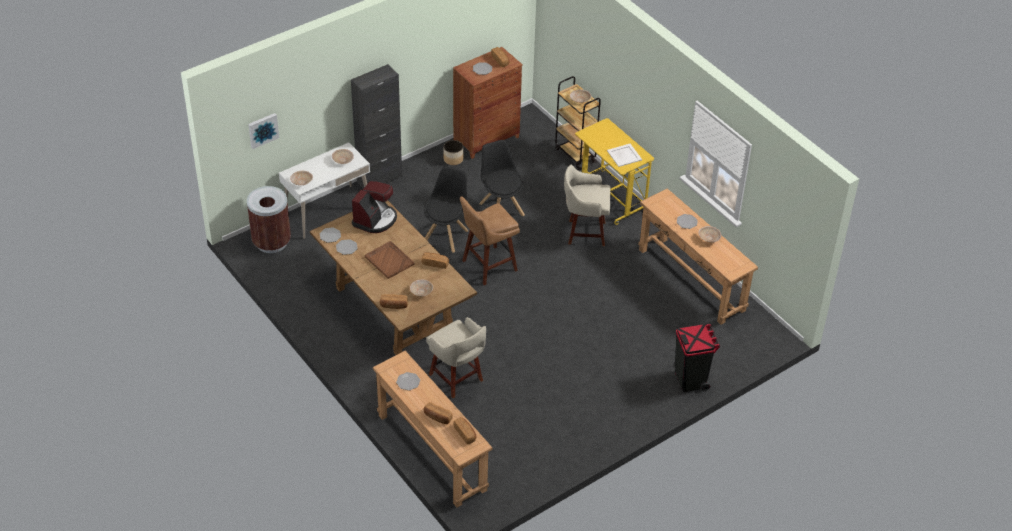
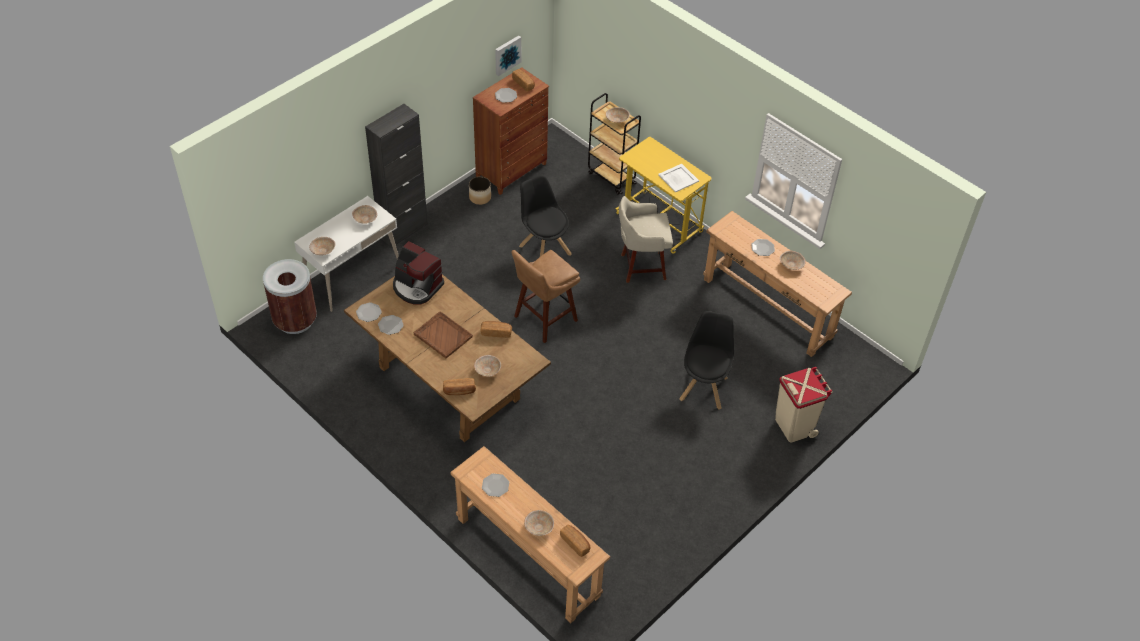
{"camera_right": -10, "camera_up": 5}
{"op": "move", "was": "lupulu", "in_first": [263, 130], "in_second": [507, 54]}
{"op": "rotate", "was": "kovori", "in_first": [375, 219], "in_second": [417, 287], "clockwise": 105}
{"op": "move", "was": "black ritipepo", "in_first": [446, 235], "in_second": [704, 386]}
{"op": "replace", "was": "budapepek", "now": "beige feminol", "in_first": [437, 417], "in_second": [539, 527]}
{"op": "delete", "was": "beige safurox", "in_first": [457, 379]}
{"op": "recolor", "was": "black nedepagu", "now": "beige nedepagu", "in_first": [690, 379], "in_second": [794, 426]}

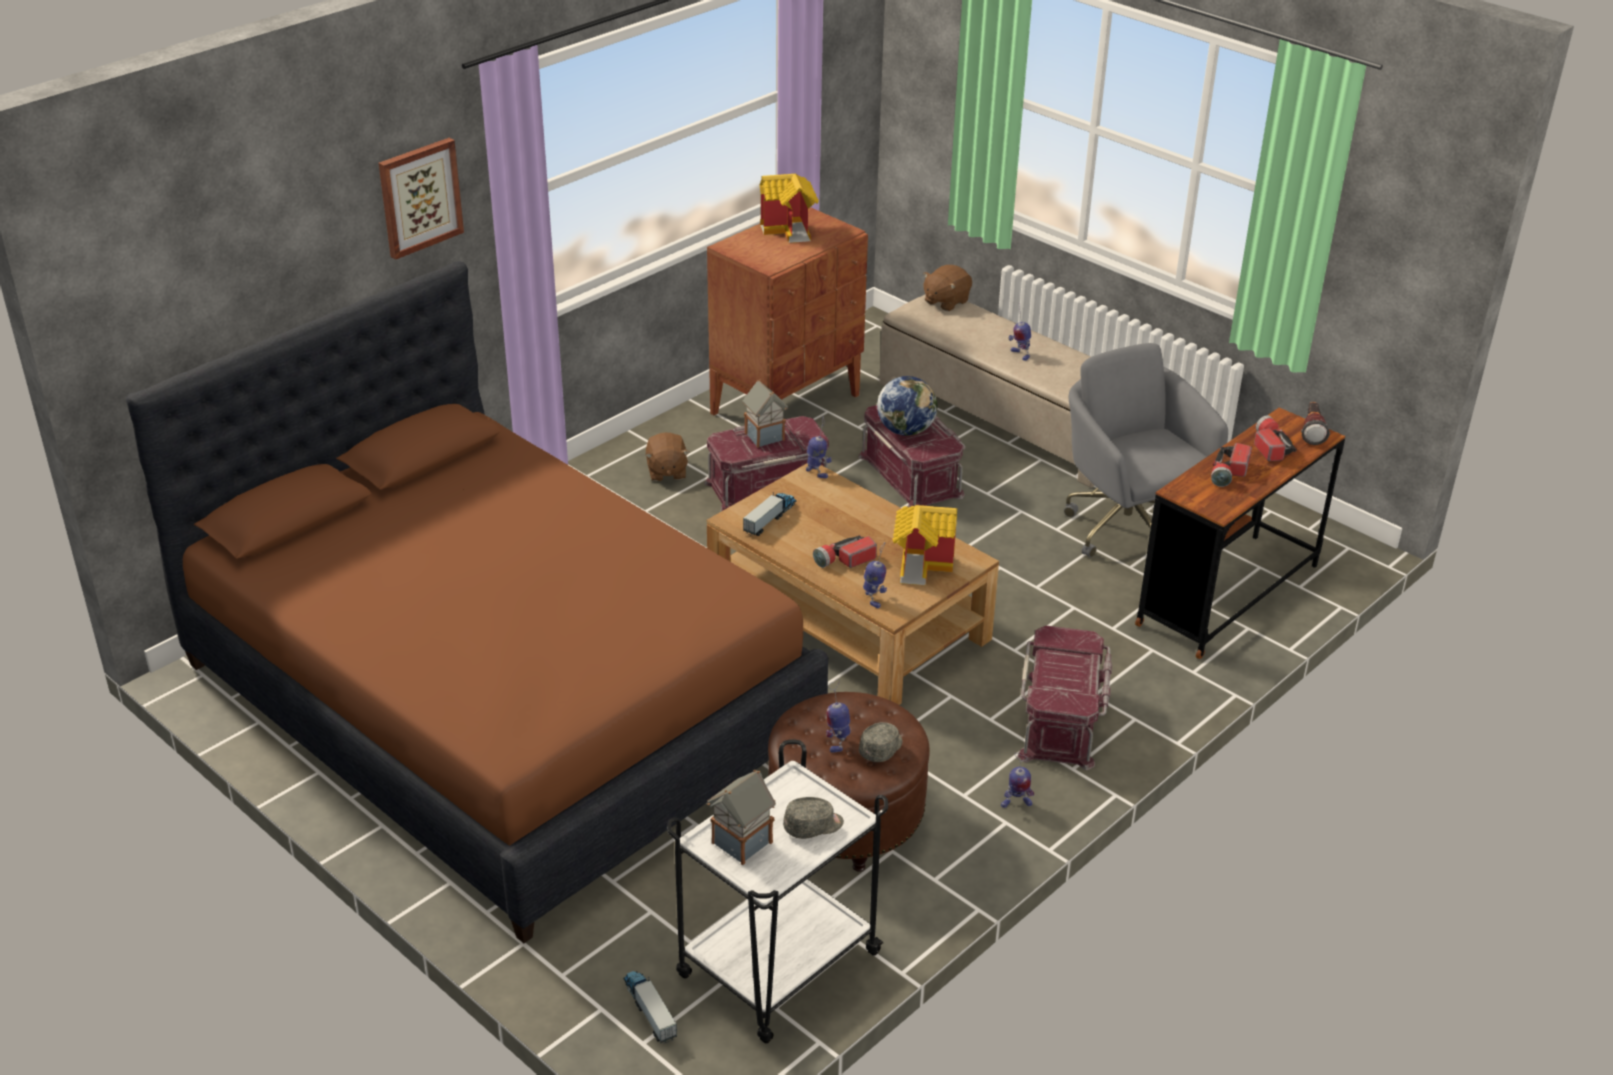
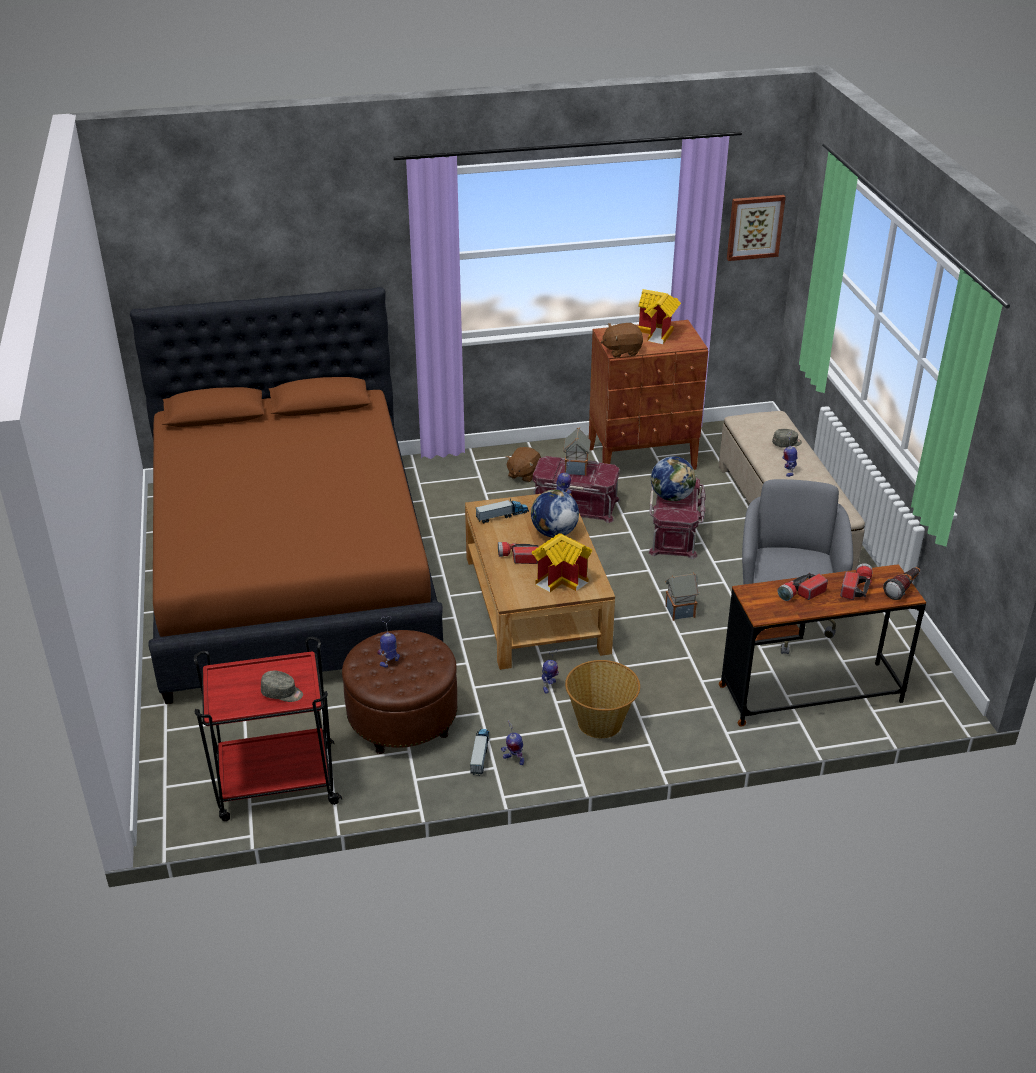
{"camera_right": 35, "camera_up": 0}
{"op": "move", "was": "lupulu", "in_first": [419, 197], "in_second": [754, 227]}
{"op": "move", "was": "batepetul", "in_first": [649, 1010], "in_second": [480, 754]}
{"op": "recolor", "was": "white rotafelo", "now": "red rotafelo", "in_first": [777, 966], "in_second": [275, 782]}
{"op": "move", "was": "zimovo", "in_first": [741, 844], "in_second": [679, 612]}
{"op": "move", "was": "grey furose", "in_first": [882, 748], "in_second": [787, 443]}
{"op": "move", "was": "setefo", "in_first": [874, 599], "in_second": [549, 686]}
{"op": "move", "was": "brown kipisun", "in_first": [945, 301], "in_second": [622, 351]}
{"op": "replace", "was": "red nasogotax", "now": "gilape", "in_first": [1061, 720], "in_second": [600, 723]}
{"op": "insert", "now": "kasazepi", "in_second": [554, 533]}

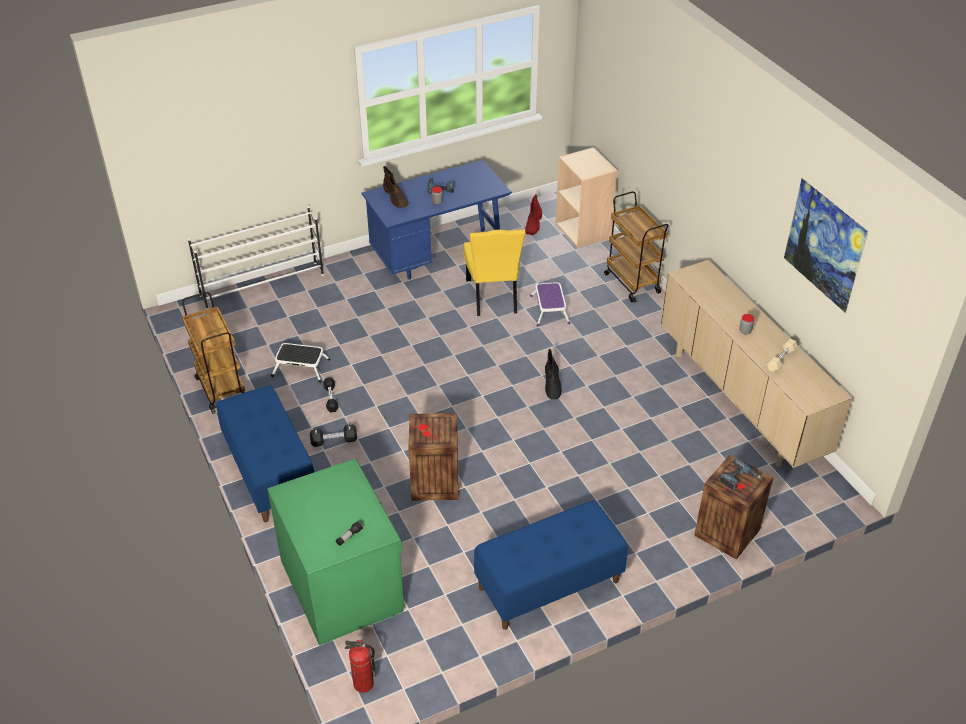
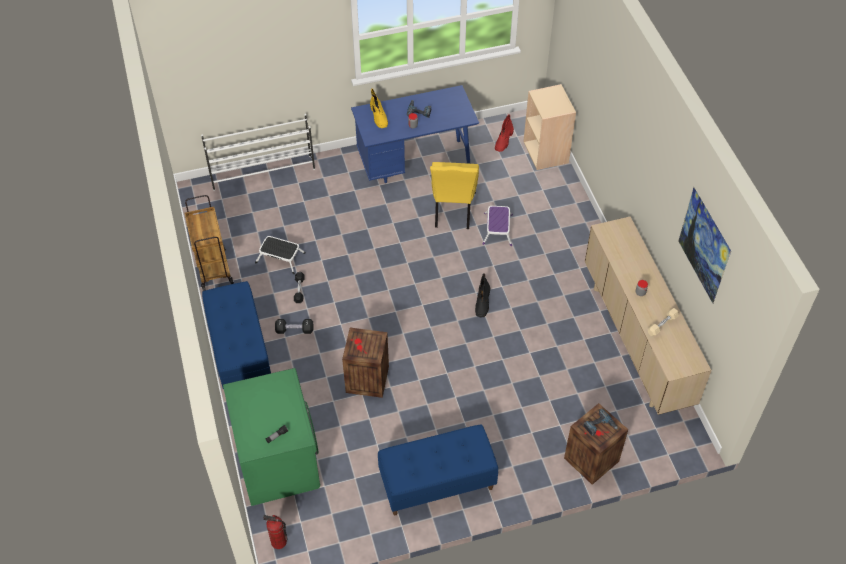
{"camera_right": 10, "camera_up": 10}
{"op": "recolor", "was": "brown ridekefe", "now": "yellow ridekefe", "in_first": [396, 198], "in_second": [379, 117]}
{"op": "delete", "was": "brown rotafelo", "in_first": [632, 283]}

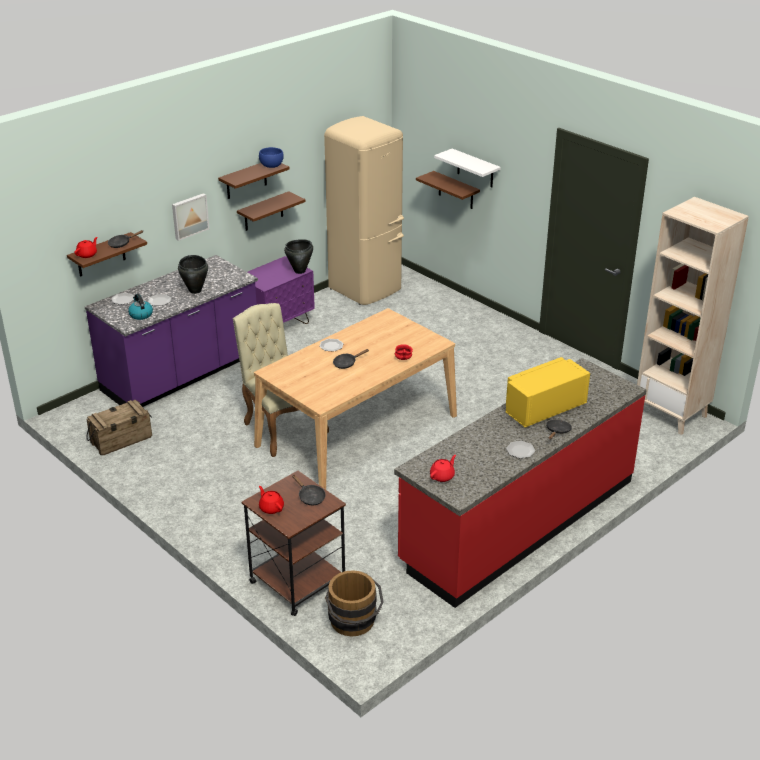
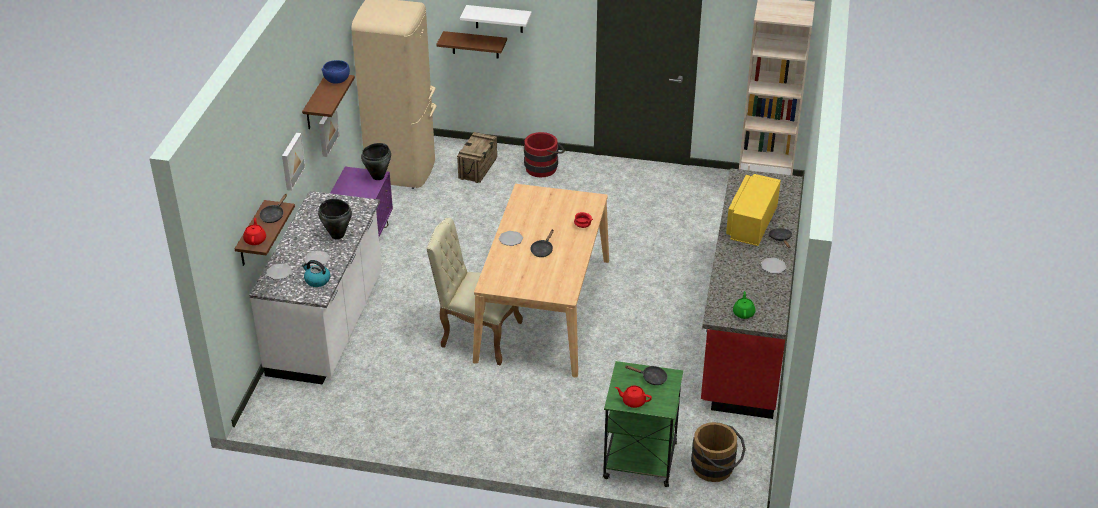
{"camera_right": -35, "camera_up": 5}
{"op": "recolor", "was": "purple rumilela", "now": "white rumilela", "in_first": [182, 374], "in_second": [327, 325]}
{"op": "move", "was": "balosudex", "in_first": [121, 440], "in_second": [478, 168]}
{"op": "replace", "was": "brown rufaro", "now": "lupulu", "in_first": [263, 212], "in_second": [327, 129]}
{"op": "recolor", "was": "brown rotafelo", "now": "green rotafelo", "in_first": [297, 581], "in_second": [639, 459]}
{"op": "recolor", "was": "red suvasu", "now": "green suvasu", "in_first": [442, 476], "in_second": [743, 313]}
{"op": "insert", "now": "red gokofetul", "in_second": [543, 167]}

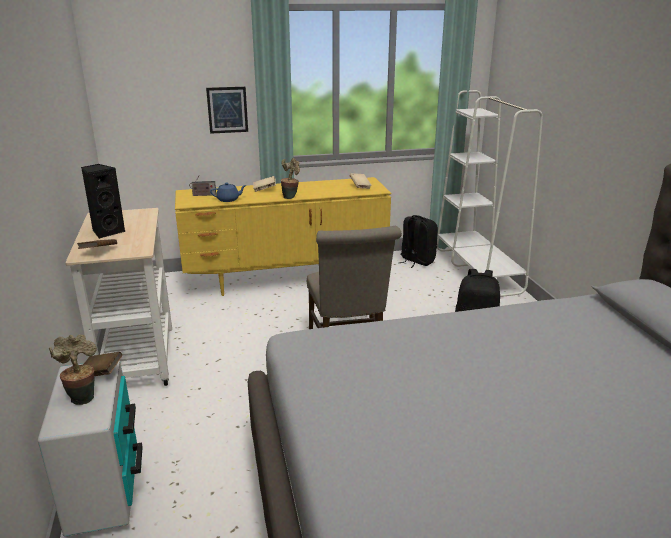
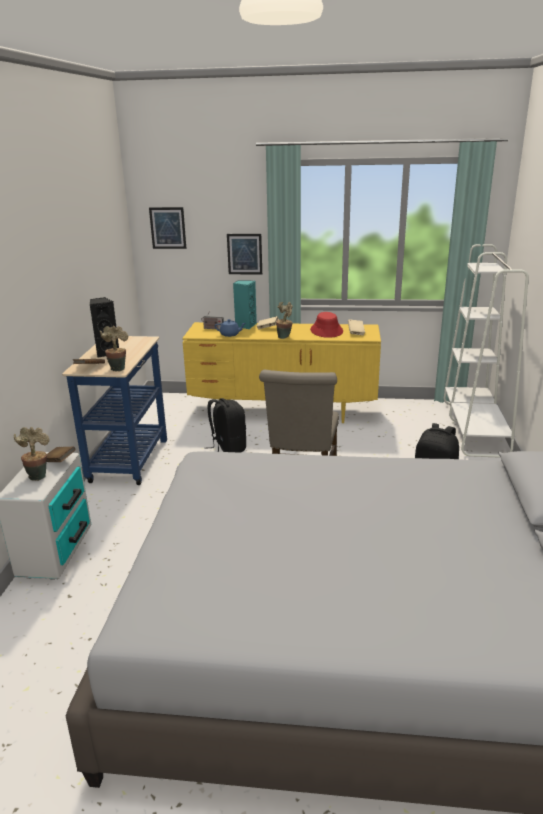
{"camera_right": 20, "camera_up": 0}
{"op": "recolor", "was": "white rotafelo", "now": "blue rotafelo", "in_first": [138, 358], "in_second": [129, 460]}
{"op": "move", "was": "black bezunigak", "in_first": [416, 261], "in_second": [227, 448]}
{"op": "insert", "now": "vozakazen", "in_second": [117, 368]}
{"op": "insert", "now": "lupulu", "in_second": [168, 228]}
{"op": "insert", "now": "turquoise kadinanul", "in_second": [245, 325]}
{"op": "insert", "now": "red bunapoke", "in_second": [326, 331]}

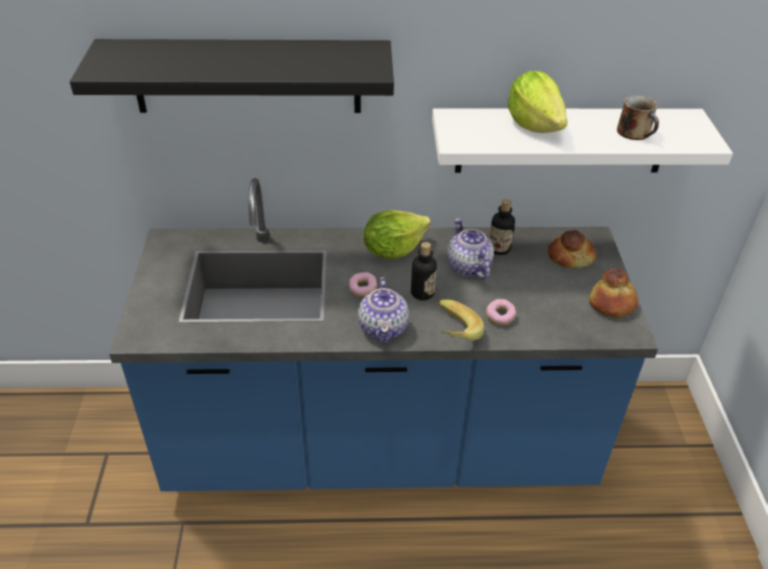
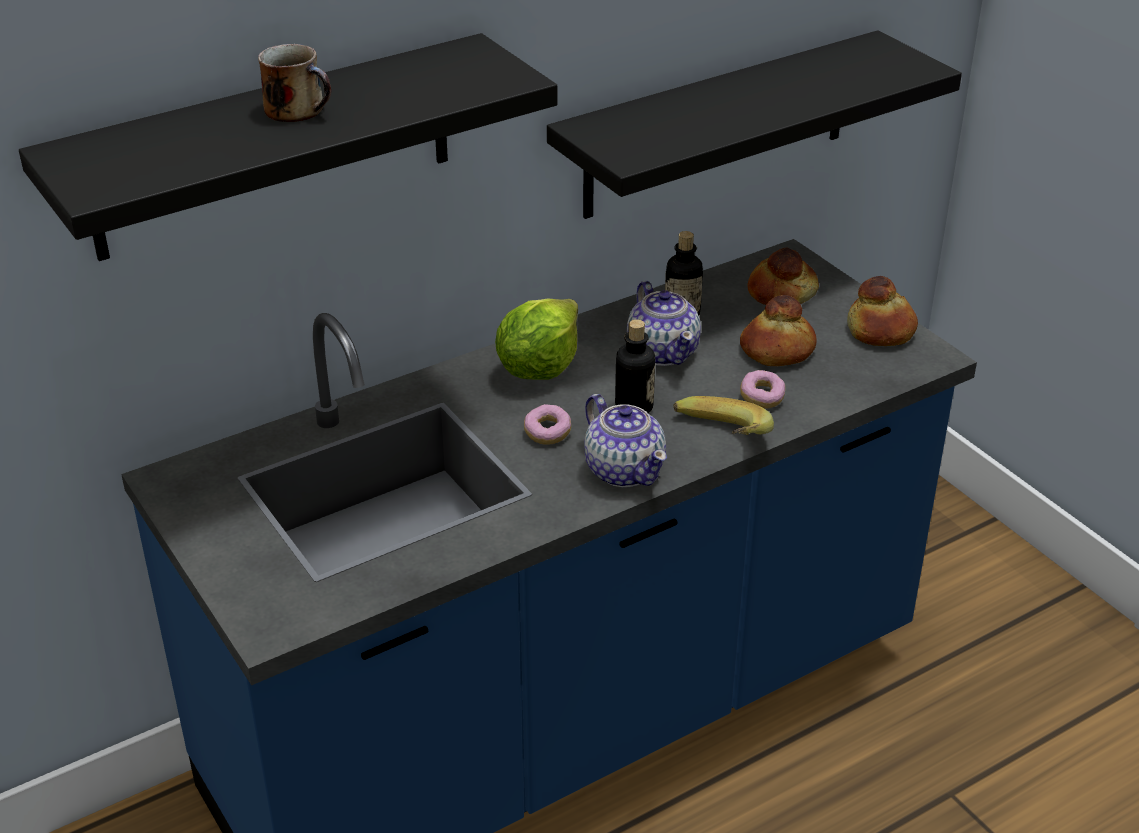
{"camera_right": -30, "camera_up": -5}
{"op": "recolor", "was": "white rufaro", "now": "black rufaro", "in_first": [562, 140], "in_second": [718, 125]}
{"op": "rotate", "was": "suvasu", "in_first": [468, 267], "in_second": [663, 351], "clockwise": -150}
{"op": "delete", "was": "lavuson", "in_first": [534, 125]}
{"op": "move", "was": "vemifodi", "in_first": [635, 132], "in_second": [297, 109]}
{"op": "insert", "now": "budapepek", "in_second": [777, 351]}

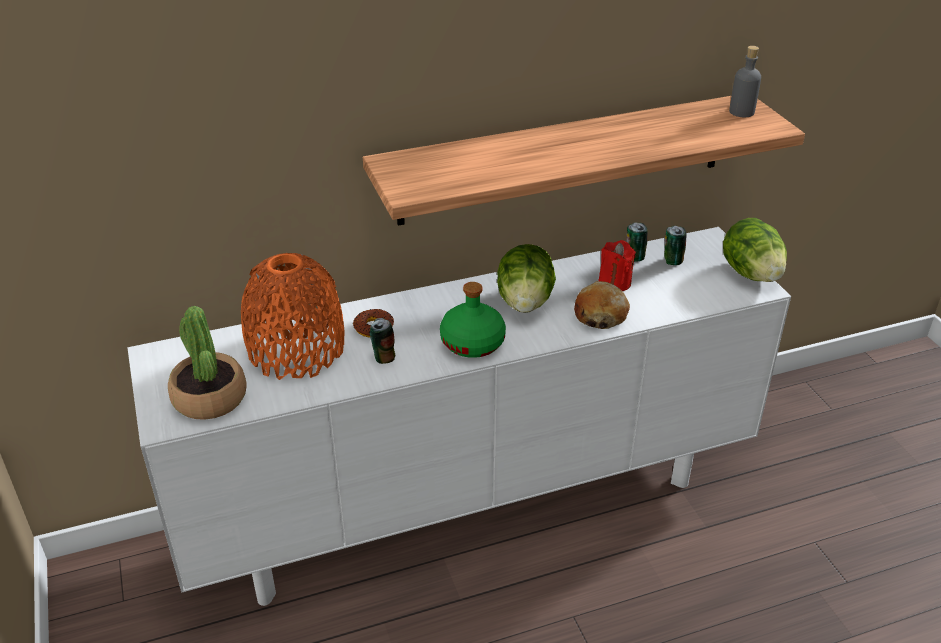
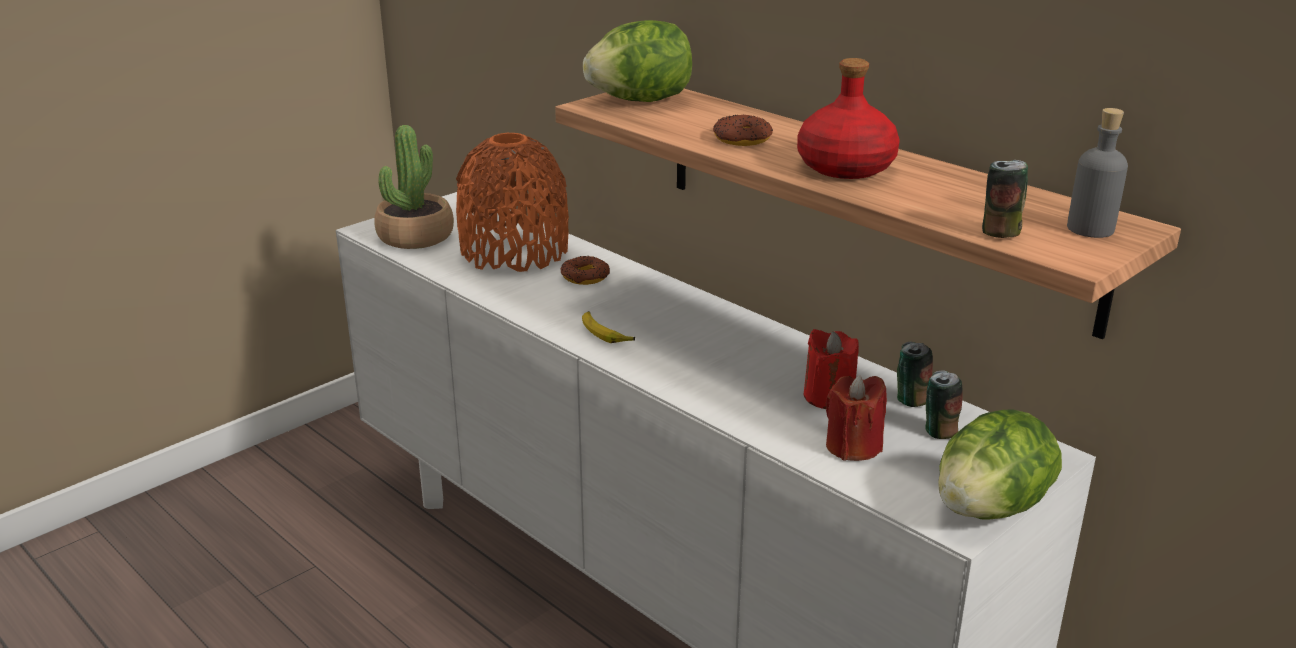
{"camera_right": 65, "camera_up": -10}
{"op": "move", "was": "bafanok", "in_first": [383, 357], "in_second": [1000, 232]}
{"op": "replace", "was": "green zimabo", "now": "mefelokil", "in_first": [473, 343], "in_second": [605, 333]}
{"op": "move", "was": "lavuson", "in_first": [525, 302], "in_second": [640, 101]}
{"op": "delete", "was": "budapepek", "in_first": [600, 314]}
{"op": "insert", "now": "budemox", "in_second": [742, 138]}
{"op": "insert", "now": "red zimabo", "in_second": [845, 167]}
{"op": "insert", "now": "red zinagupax", "in_second": [853, 446]}

